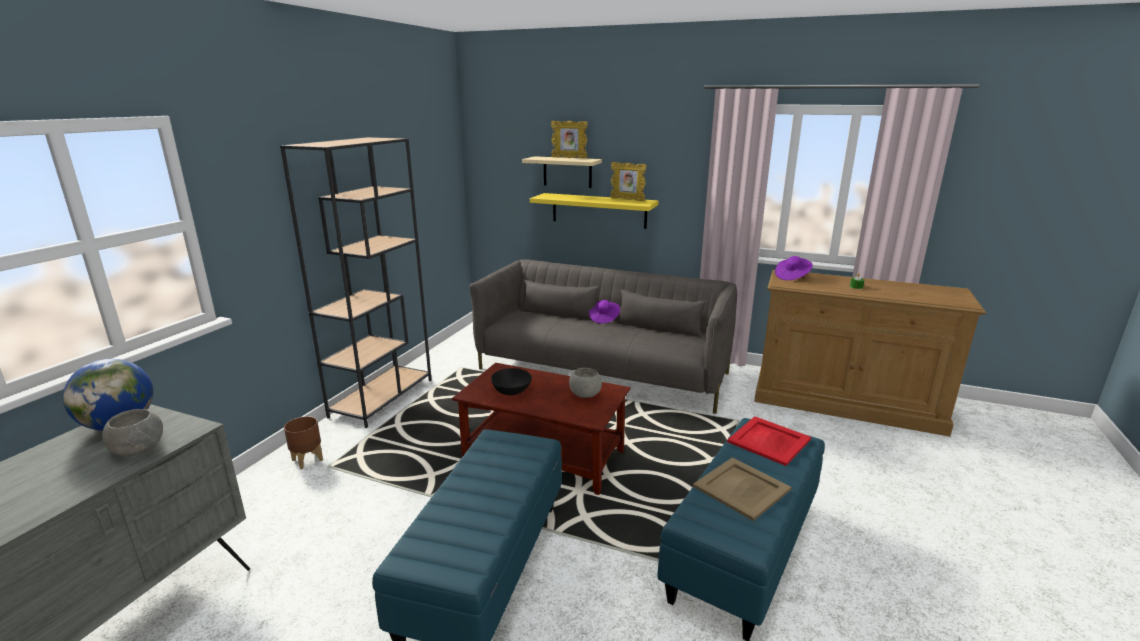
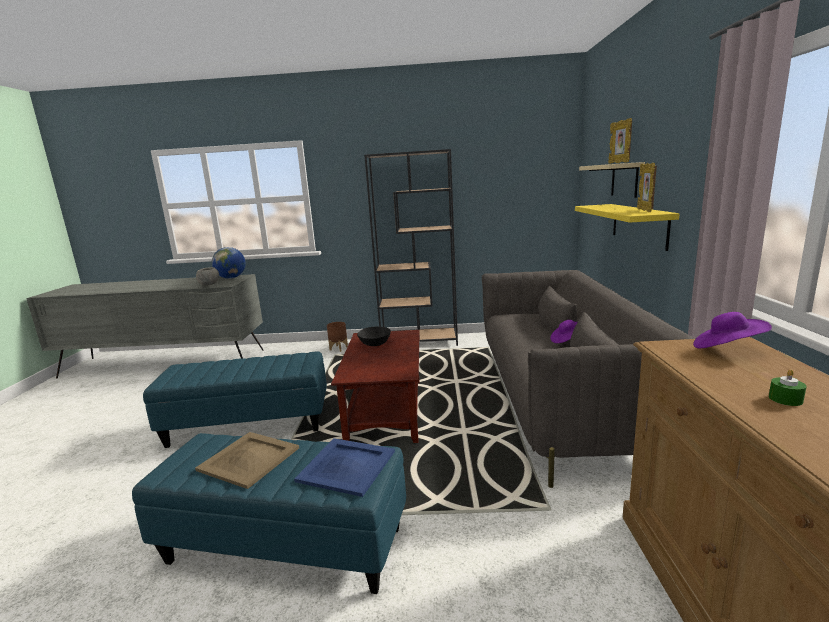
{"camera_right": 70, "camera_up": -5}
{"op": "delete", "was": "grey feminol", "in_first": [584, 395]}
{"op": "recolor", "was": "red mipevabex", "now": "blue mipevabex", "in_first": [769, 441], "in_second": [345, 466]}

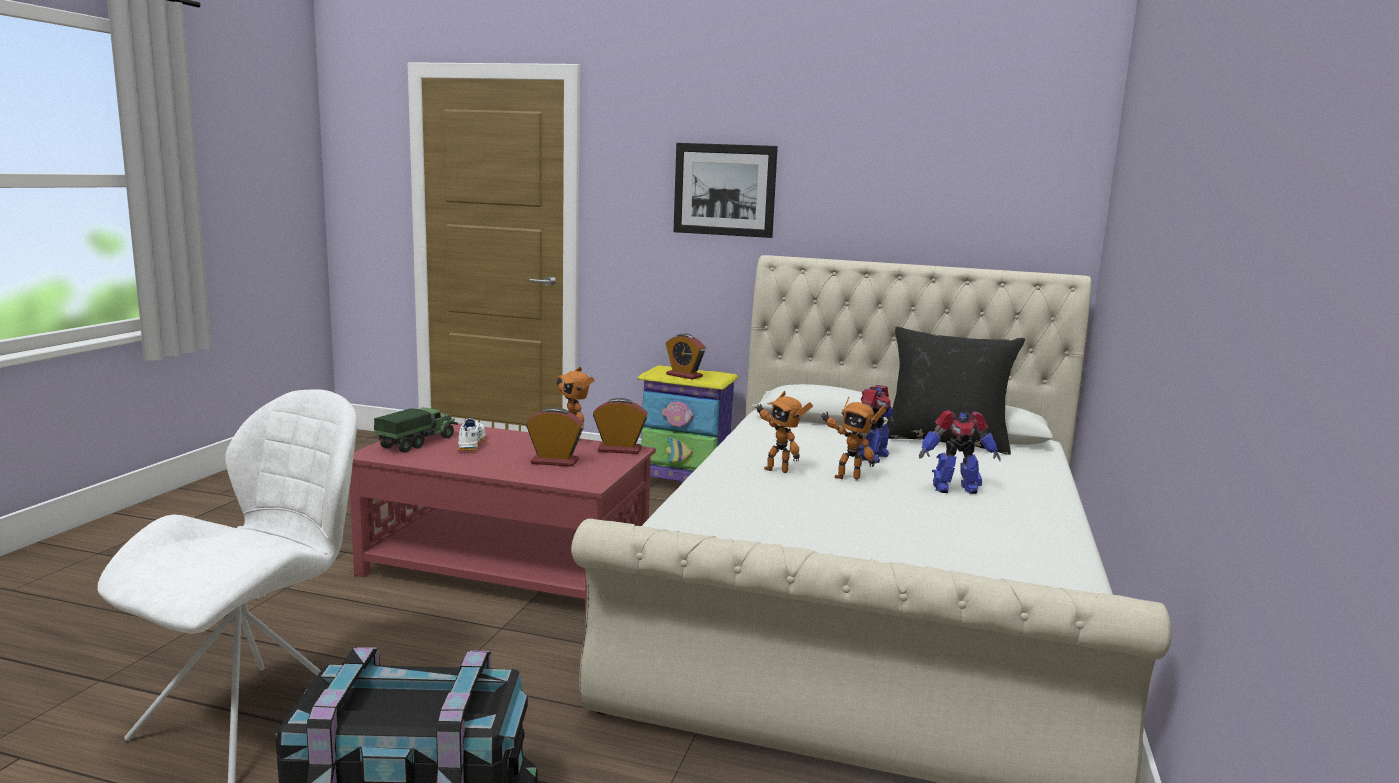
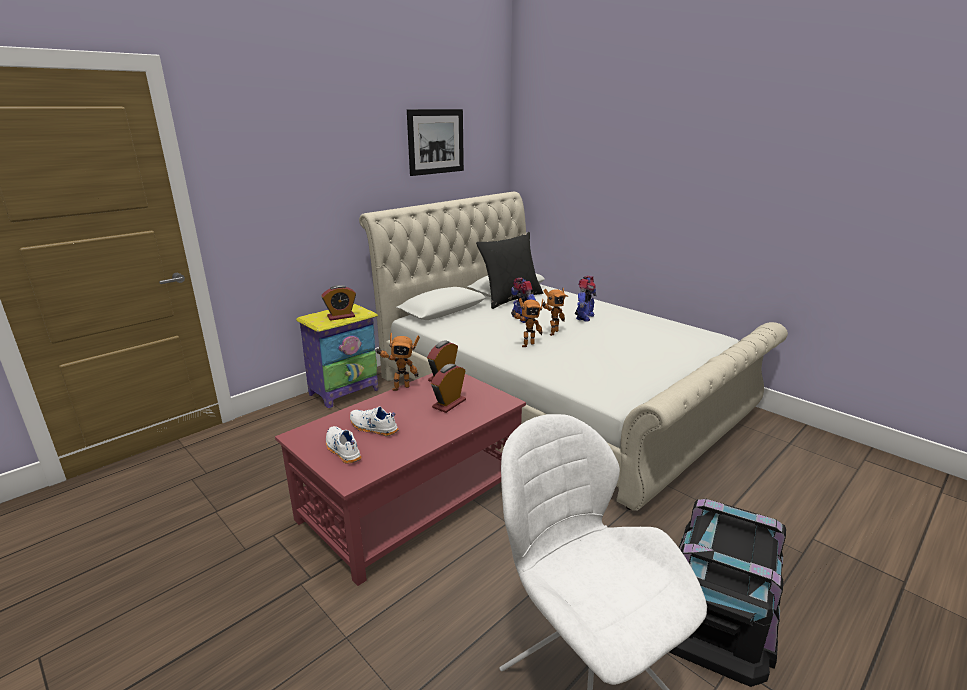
{"camera_right": -60, "camera_up": 10}
{"op": "replace", "was": "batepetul", "now": "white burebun", "in_first": [418, 442], "in_second": [342, 450]}
{"op": "move", "was": "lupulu", "in_first": [724, 190], "in_second": [436, 141]}

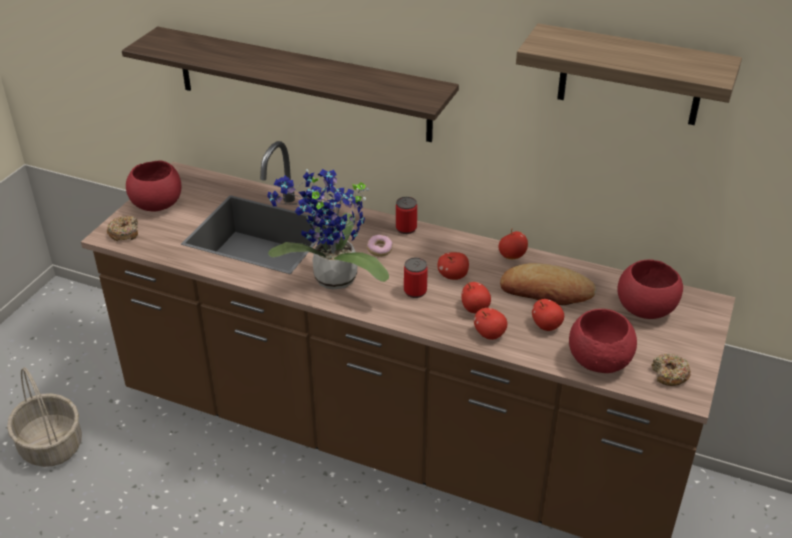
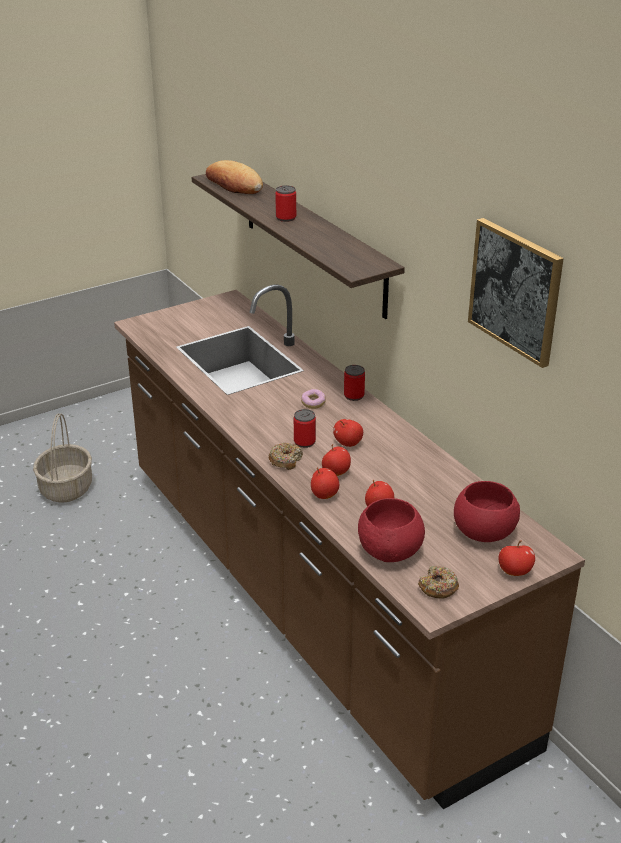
{"camera_right": 35, "camera_up": -5}
{"op": "move", "was": "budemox", "in_first": [124, 233], "in_second": [285, 460]}
{"op": "delete", "was": "red feminol", "in_first": [158, 204]}
{"op": "delete", "was": "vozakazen", "in_first": [331, 281]}
{"op": "move", "was": "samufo", "in_first": [512, 256], "in_second": [514, 572]}
{"op": "move", "was": "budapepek", "in_first": [546, 291], "in_second": [234, 184]}
{"op": "replace", "was": "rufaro", "now": "lupulu", "in_first": [630, 76], "in_second": [515, 291]}
{"op": "insert", "now": "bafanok", "in_second": [286, 218]}

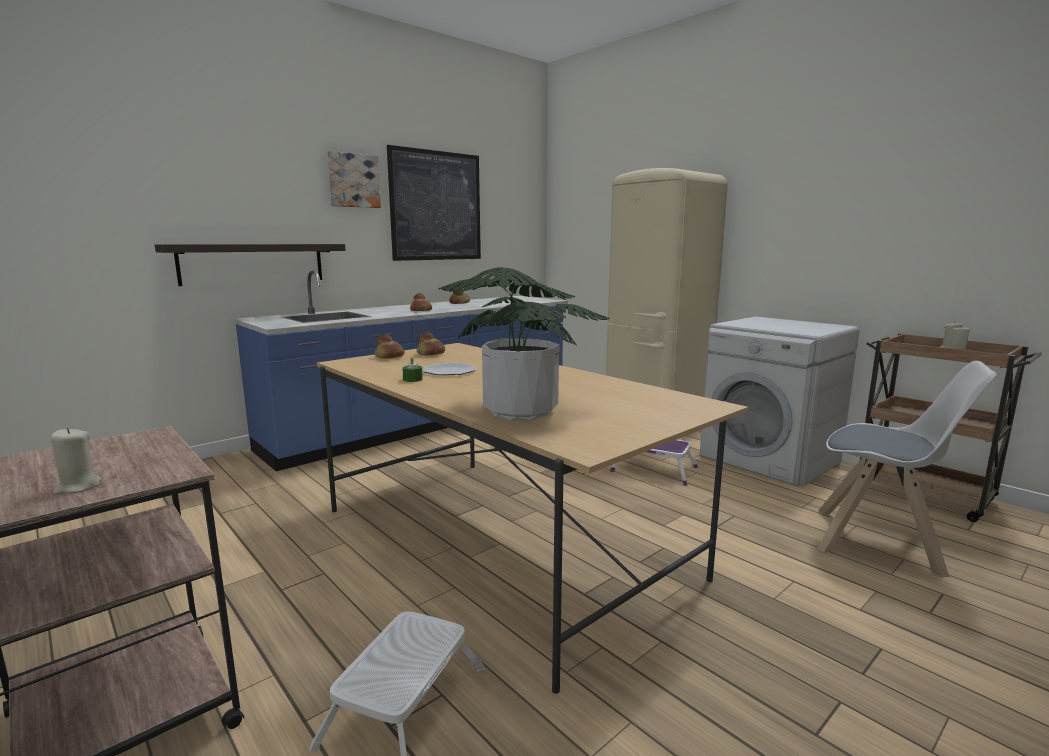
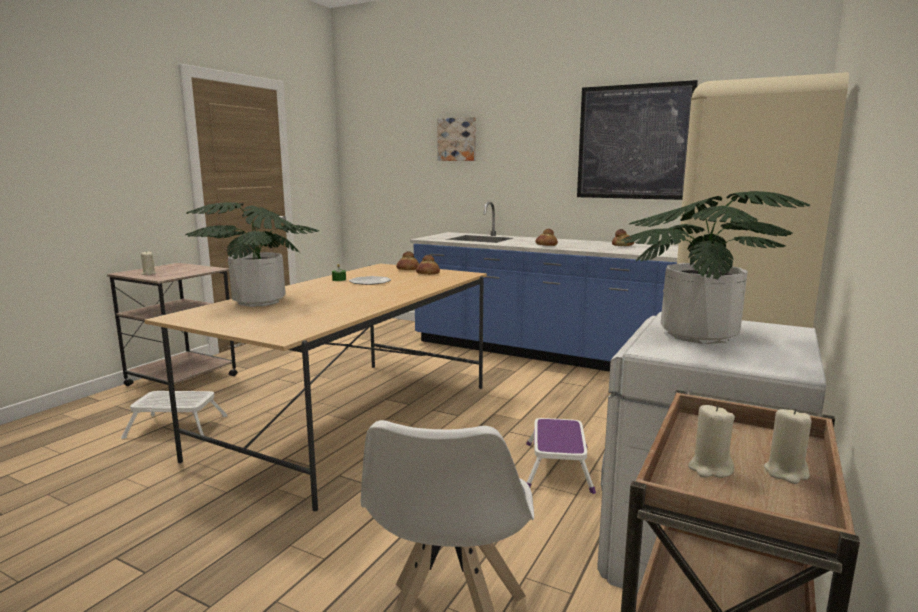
{"camera_right": 70, "camera_up": 0}
{"op": "delete", "was": "rufaro", "in_first": [253, 263]}
{"op": "move", "was": "lupulu", "in_first": [353, 180], "in_second": [457, 139]}
{"op": "insert", "now": "vozakazen", "in_second": [698, 335]}

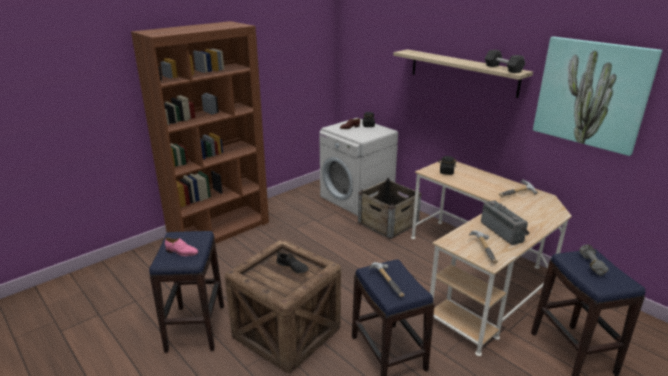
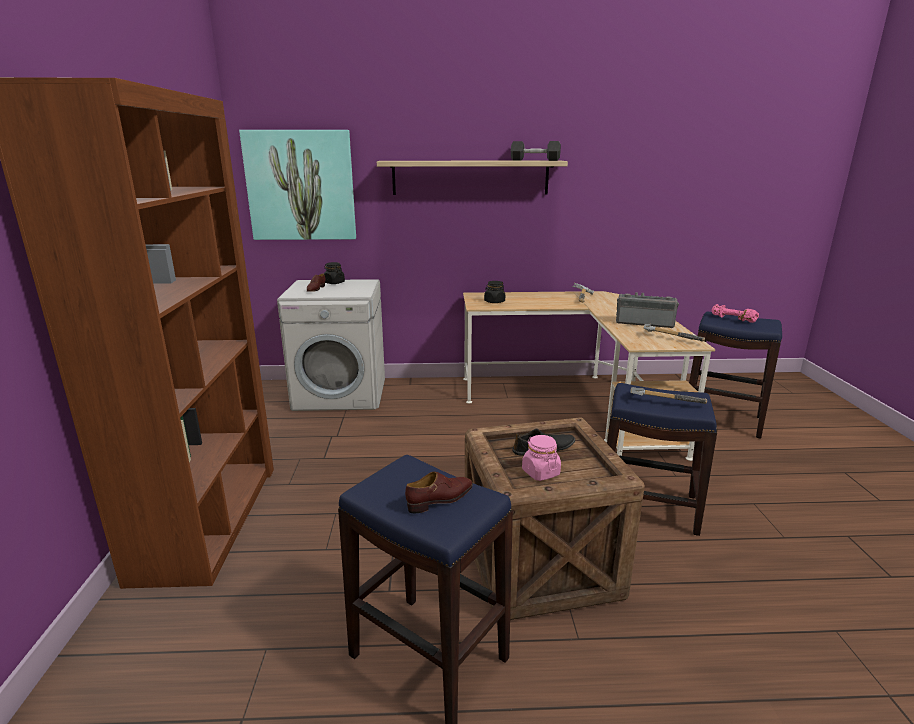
{"camera_right": -50, "camera_up": -5}
{"op": "recolor", "was": "pink burebun", "now": "brown burebun", "in_first": [182, 252], "in_second": [440, 499]}
{"op": "delete", "was": "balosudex", "in_first": [388, 223]}
{"op": "move", "was": "lupulu", "in_first": [592, 94], "in_second": [301, 186]}
{"op": "recolor", "was": "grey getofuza", "now": "pink getofuza", "in_first": [591, 264], "in_second": [732, 319]}
{"op": "insert", "now": "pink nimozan", "in_second": [540, 472]}

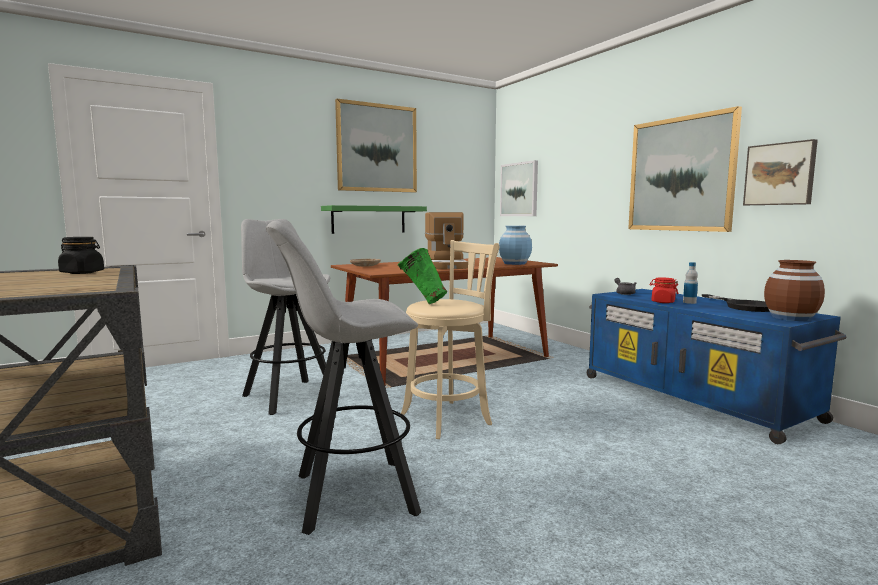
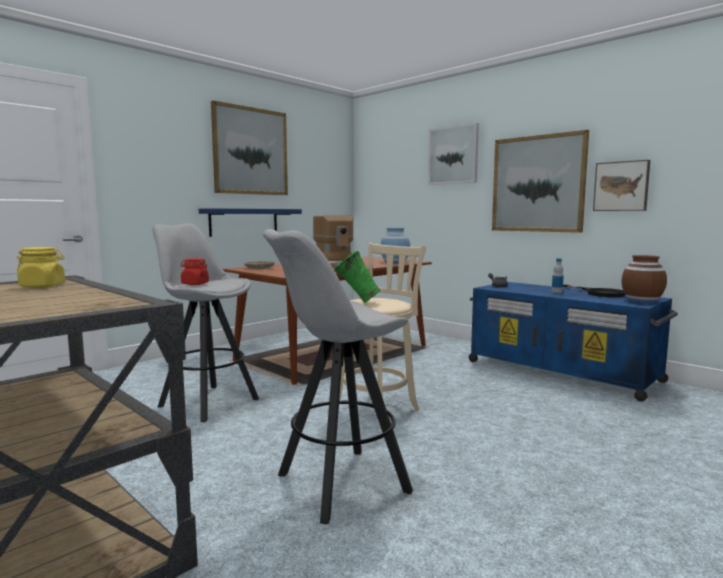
{"camera_right": -15, "camera_up": 0}
{"op": "recolor", "was": "black nimozan", "now": "yellow nimozan", "in_first": [82, 273], "in_second": [43, 286]}
{"op": "recolor", "was": "green rufaro", "now": "blue rufaro", "in_first": [369, 219], "in_second": [244, 222]}
{"op": "move", "was": "lupulu", "in_first": [519, 189], "in_second": [453, 155]}
{"op": "move", "was": "red nimozan", "in_first": [662, 302], "in_second": [195, 284]}

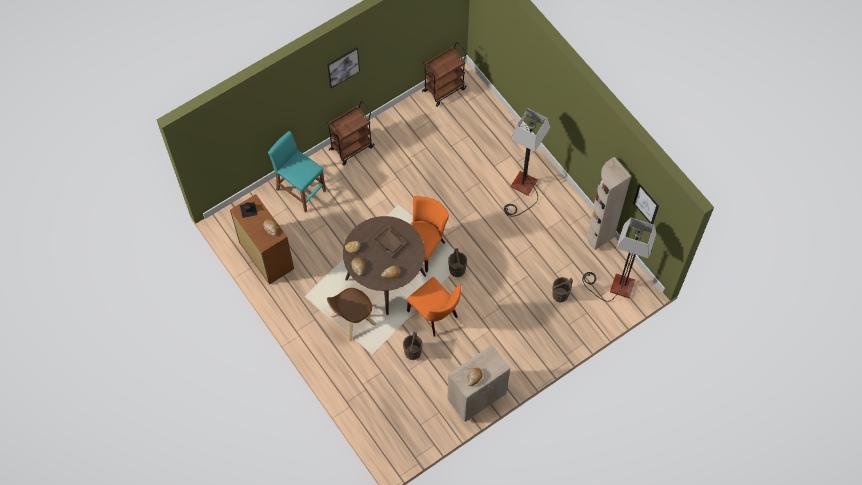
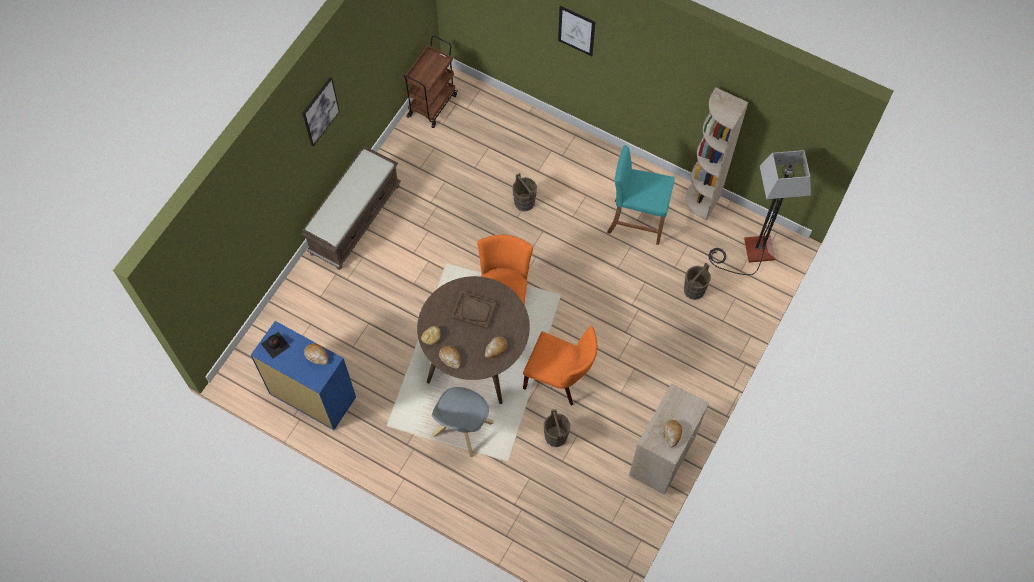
{"camera_right": -25, "camera_up": 0}
{"op": "recolor", "was": "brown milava", "now": "blue milava", "in_first": [266, 255], "in_second": [312, 395]}
{"op": "move", "was": "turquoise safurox", "in_first": [300, 190], "in_second": [636, 221]}
{"op": "replace", "was": "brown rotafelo", "now": "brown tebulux", "in_first": [352, 148], "in_second": [355, 218]}
{"op": "recolor", "was": "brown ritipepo", "now": "grey ritipepo", "in_first": [352, 320], "in_second": [461, 430]}
{"op": "move", "was": "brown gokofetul", "in_first": [457, 270], "in_second": [524, 202]}
{"op": "delete", "was": "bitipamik", "in_first": [522, 190]}
{"op": "move", "was": "lupulu", "in_first": [646, 204], "in_second": [576, 30]}

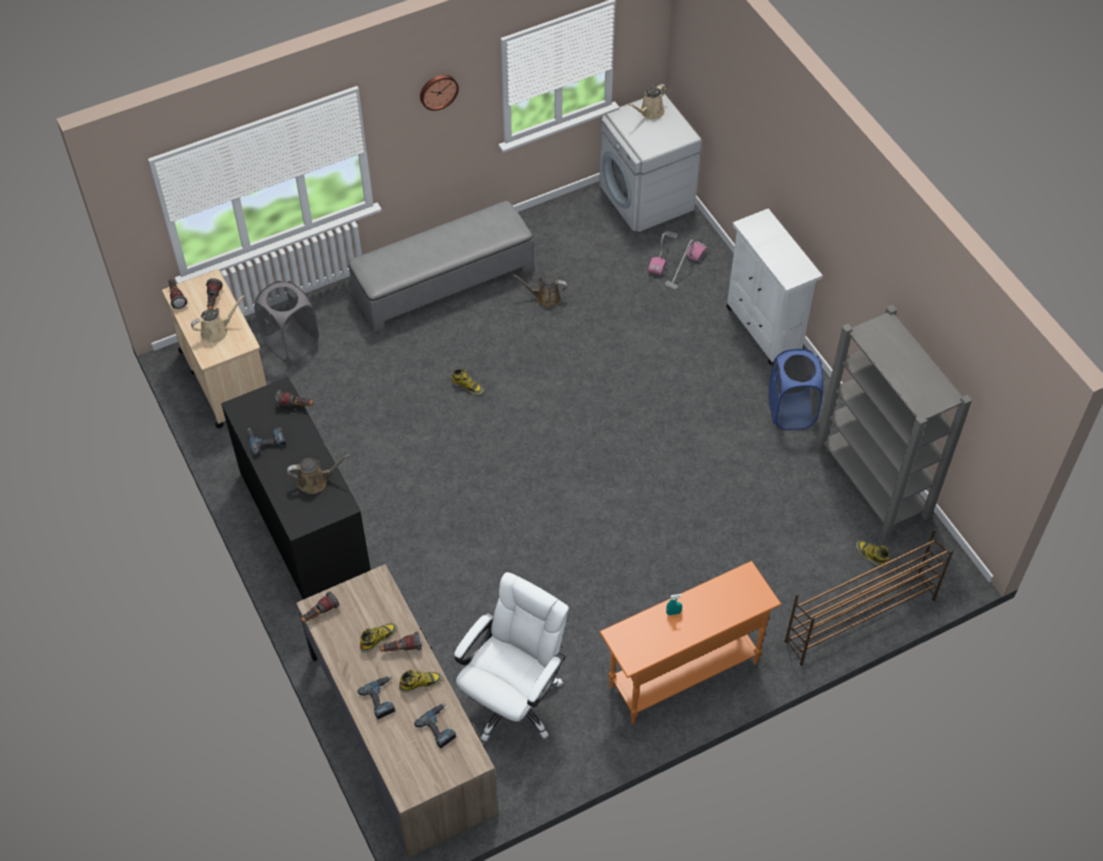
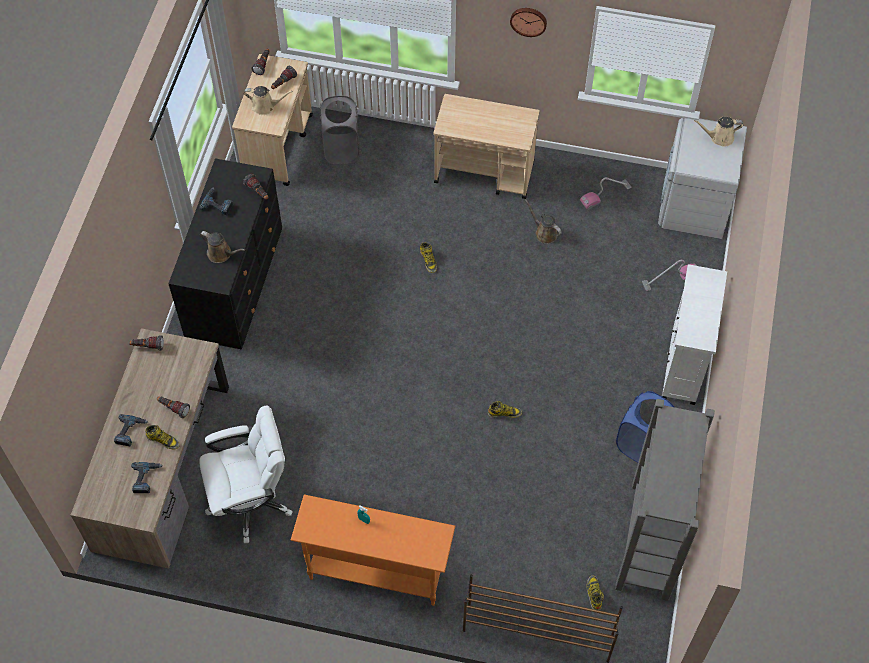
{"camera_right": 40, "camera_up": 5}
{"op": "replace", "was": "grey tebulux", "now": "beige rotafelo", "in_first": [444, 281], "in_second": [485, 172]}
{"op": "move", "was": "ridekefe", "in_first": [378, 638], "in_second": [504, 413]}
{"op": "move", "was": "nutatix", "in_first": [663, 254], "in_second": [605, 195]}

